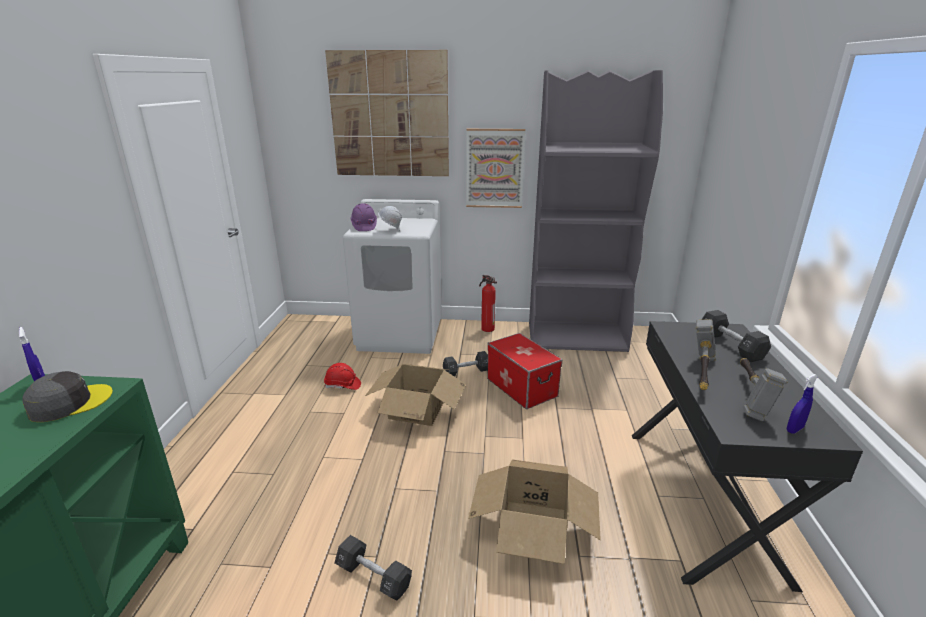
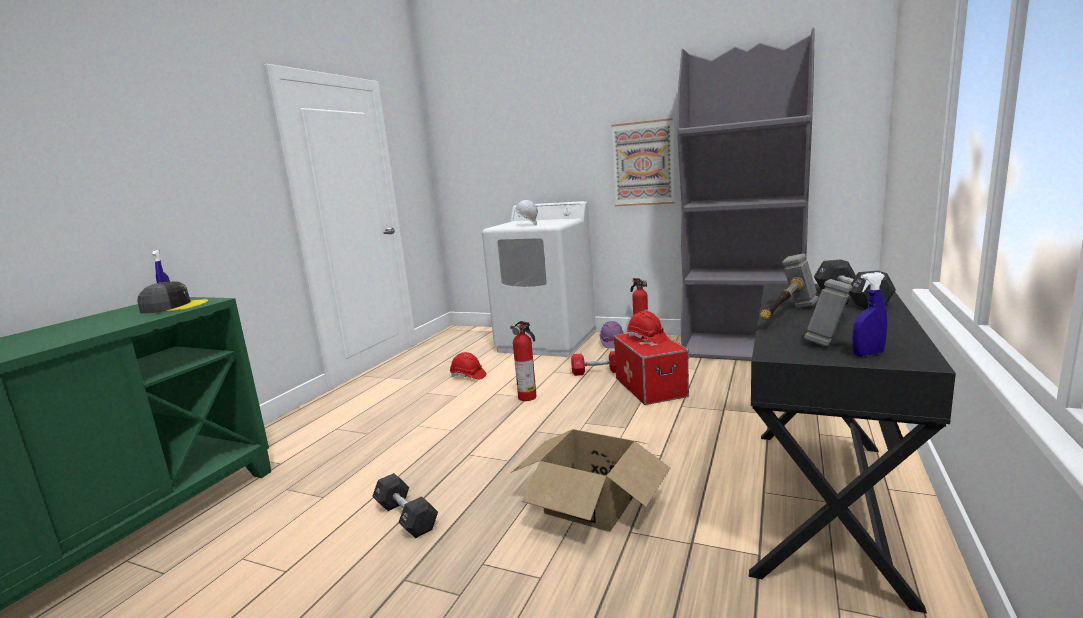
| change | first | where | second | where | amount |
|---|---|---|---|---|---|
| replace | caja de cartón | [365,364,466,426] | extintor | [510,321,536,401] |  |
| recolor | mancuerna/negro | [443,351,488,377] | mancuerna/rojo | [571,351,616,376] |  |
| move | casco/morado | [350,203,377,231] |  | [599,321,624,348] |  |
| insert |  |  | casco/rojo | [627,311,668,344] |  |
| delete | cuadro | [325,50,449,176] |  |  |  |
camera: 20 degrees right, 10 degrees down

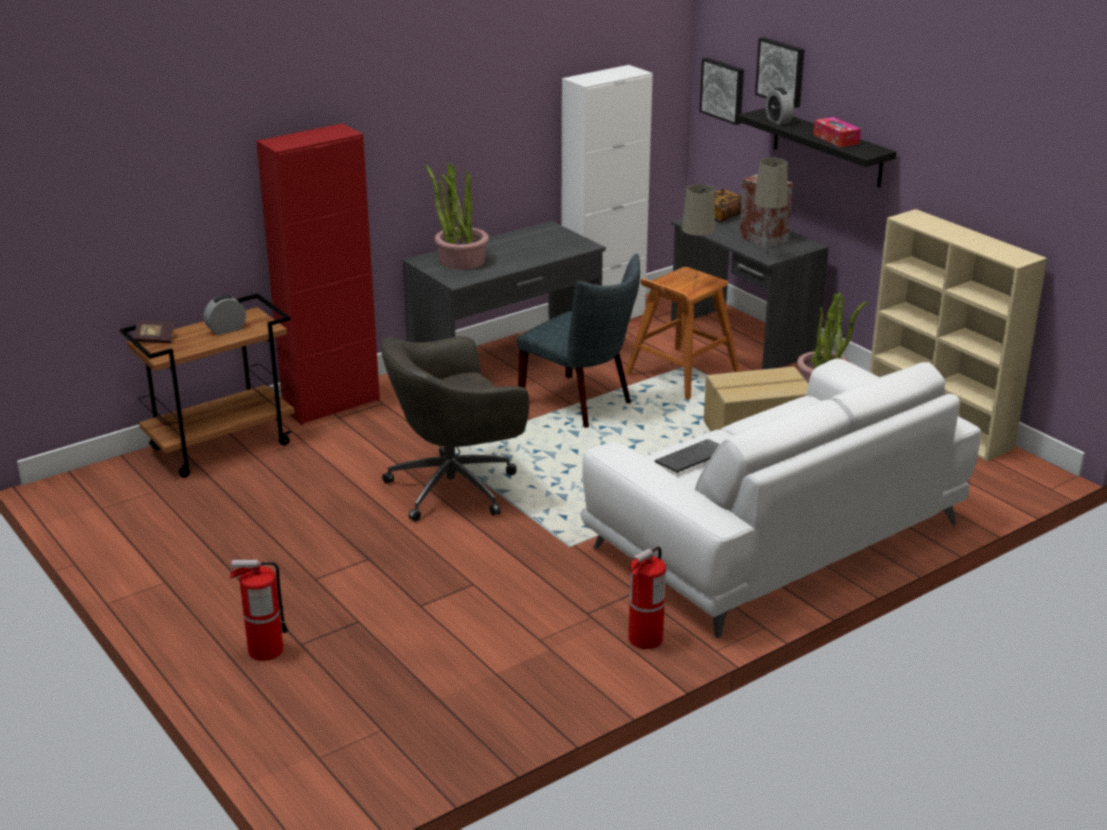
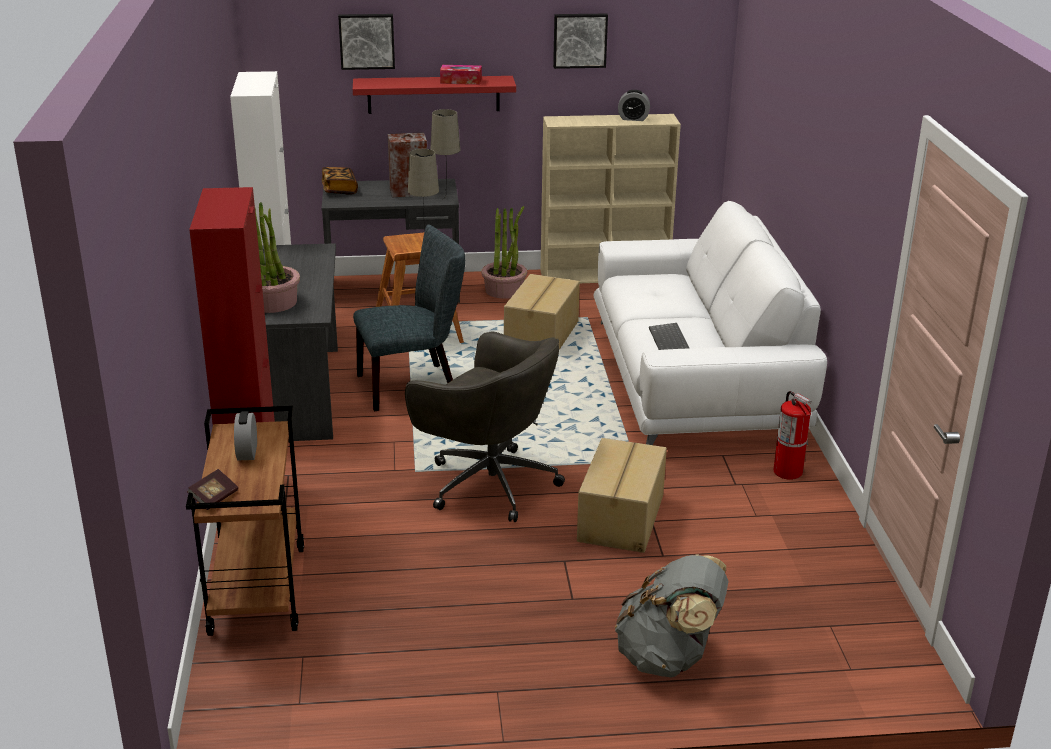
| change | first | where | second | where | amount |
|---|---|---|---|---|---|
| recolor | estante/negro | [737,108,897,188] | estante/rojo | [353,76,516,114] |  |
| rotate | silla de oficina/gris | [381,336,529,522] |  | [405,332,565,522] | 60 degrees counterclockwise |
| move | cuadro | [699,58,744,125] |  | [553,14,608,69] |  |
| insert |  |  | caja de cartón | [577,438,667,553] |  |
| replace | extintor | [230,560,289,661] | mochila/gris | [615,554,729,677] |  |
| move | despertador | [766,88,794,125] |  | [618,90,650,121] |  |
camera: 60 degrees left, 0 degrees up

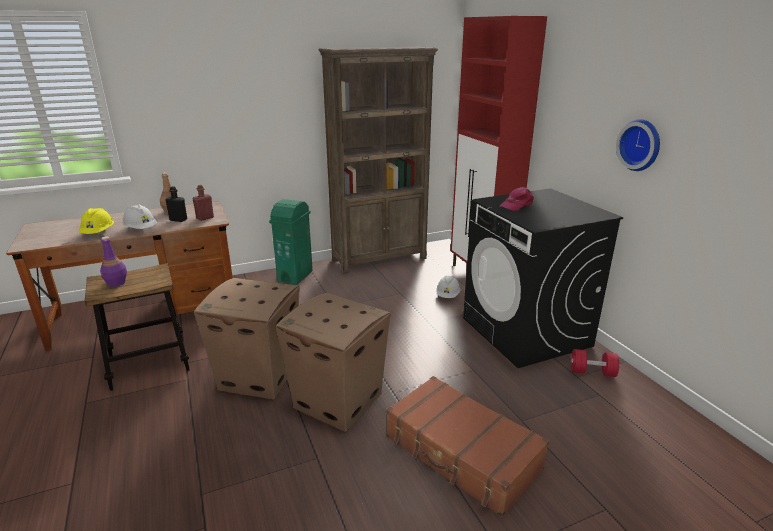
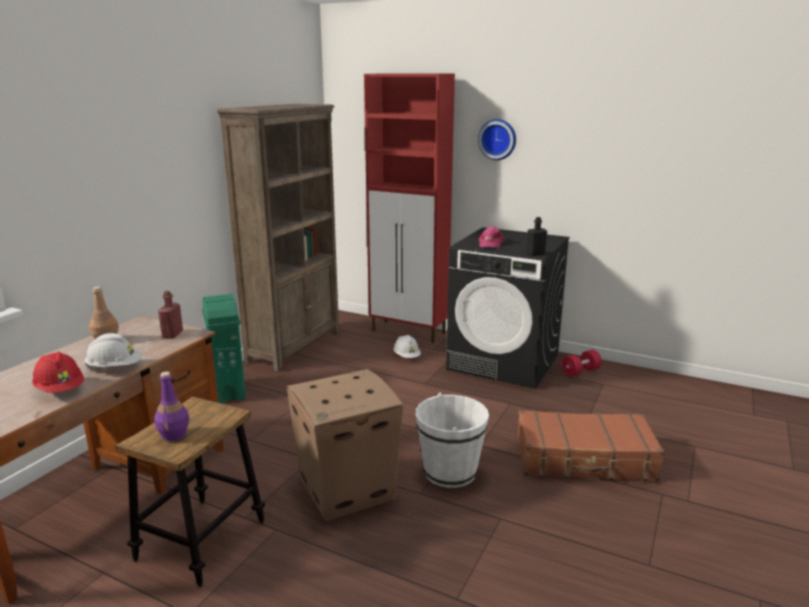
| change | first | where | second | where | amount |
|---|---|---|---|---|---|
| recolor | casco/amarillo | [79,208,114,234] | casco/rojo | [32,352,84,393] |  |
| replace | caja de cartón | [276,292,391,432] | cubo/blanco | [415,393,489,488] |  |
| move | reloj de pared | [616,119,660,171] |  | [478,119,516,160] |  |
| move | botella/negro | [165,186,187,222] |  | [526,217,547,256] |  |
camera: 40 degrees left, 5 degrees down

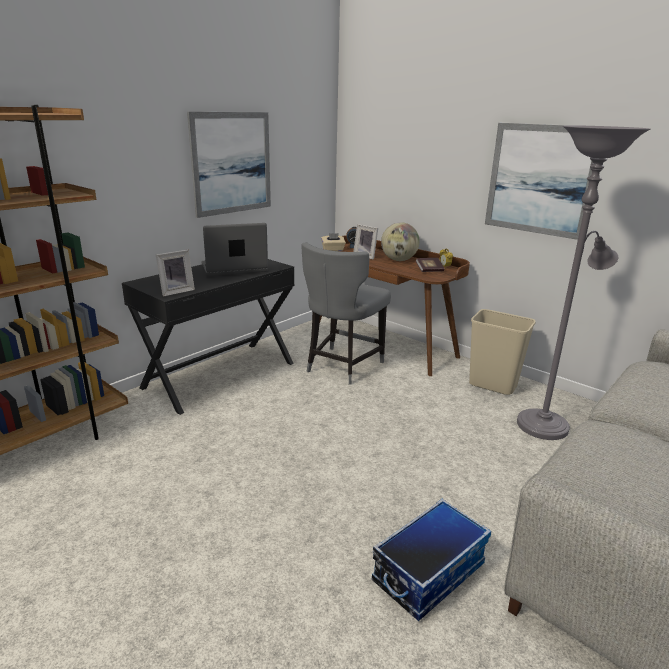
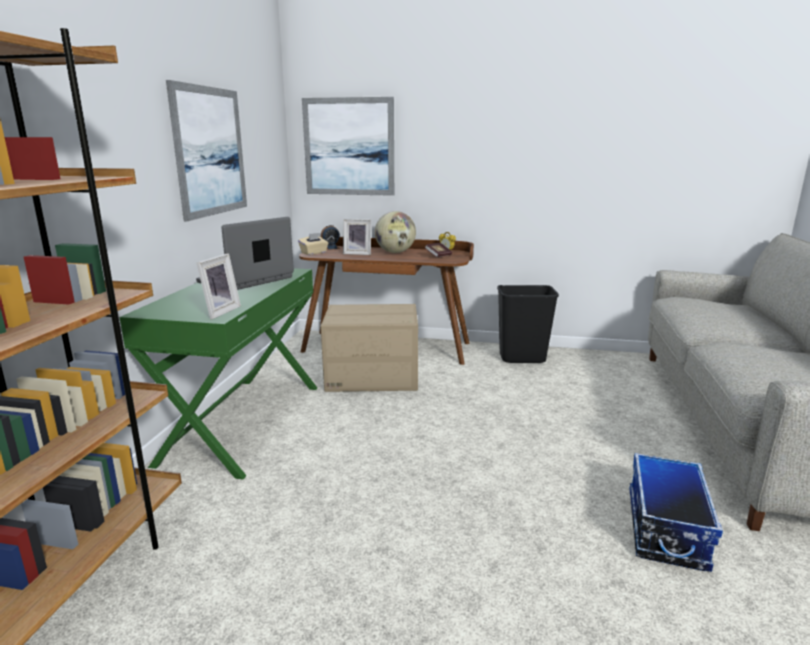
| change | first | where | second | where | amount |
|---|---|---|---|---|---|
| recolor | escritorio/negro | [122,259,294,415] | escritorio/verde | [119,268,317,480] |  |
| move | cuadro | [485,123,592,240] |  | [302,97,394,196] |  |
| replace | silla/gris | [301,242,391,385] | caja de cartón | [320,304,418,392] |  |
| recolor | papelera/beis | [469,309,536,395] | papelera/negro | [497,285,559,363] |  |
| delete | lámpara de pie/gris | [517,125,650,440] |  |  |  |
camera: 30 degrees left, 5 degrees down

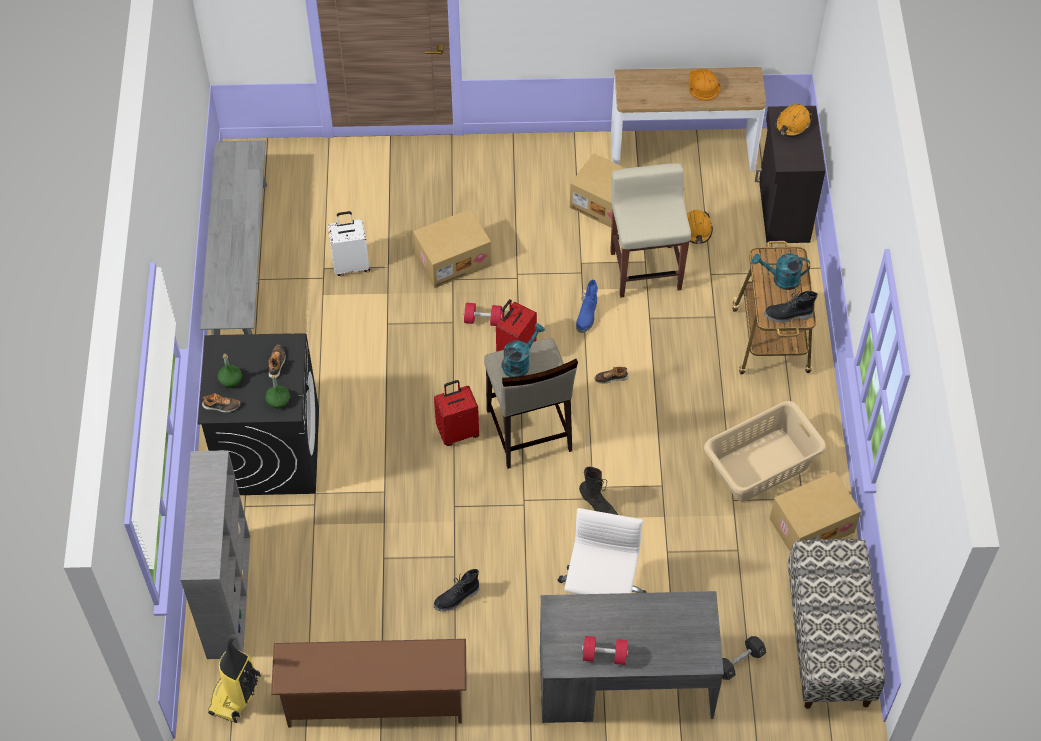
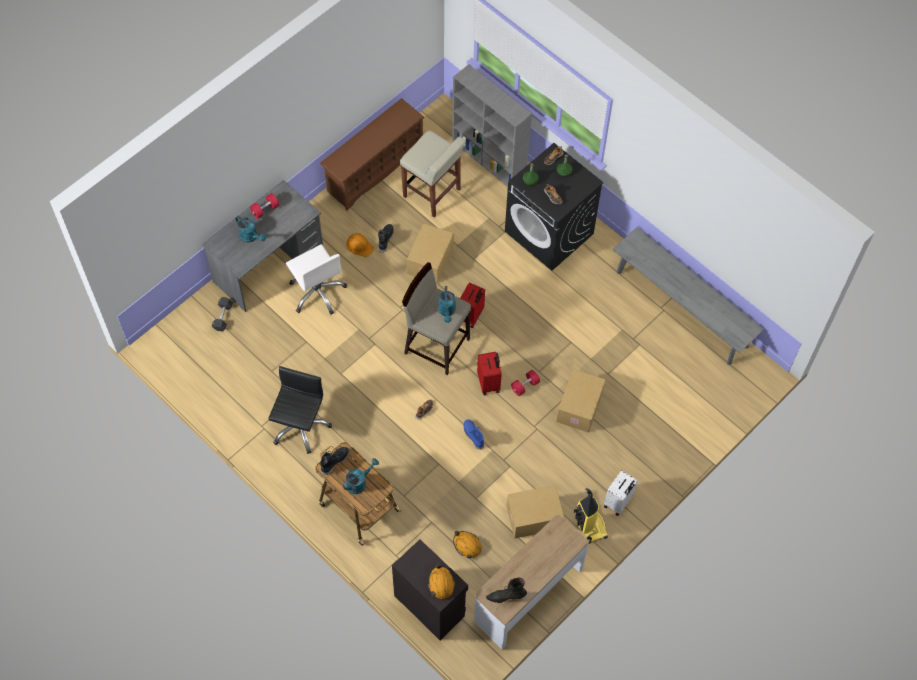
| change | first | where | second | where | amount |
|---|---|---|---|---|---|
| insert |  |  | regadera/turquesa | [235,216,266,243] |  |
| replace | cesto de la ropa/beis | [704,401,826,502] | silla de oficina/negro | [268,366,332,454] |  |
| move | casco/naranja | [689,69,721,101] |  | [346,233,374,257] |  |
| move | taburete/beis | [610,163,691,298] |  | [400,130,465,217] |  |
| move | caja de cartón | [770,472,861,551] |  | [407,223,454,284] |  |
| move | bota/negro | [579,467,618,515] |  | [486,578,527,603] |  |
| move | aspiradora | [208,633,261,723] |  | [574,488,608,544] |  |
| move | maleta/blanco | [328,211,370,276] |  | [604,470,638,516] |  |
| delete | banco | [787,539,885,709] |  |  |  |
camera: 135 degrees right, 5 degrees up

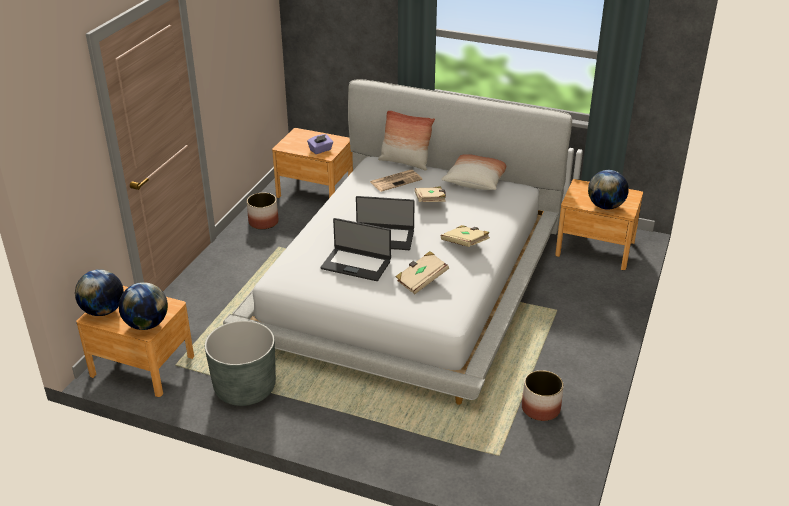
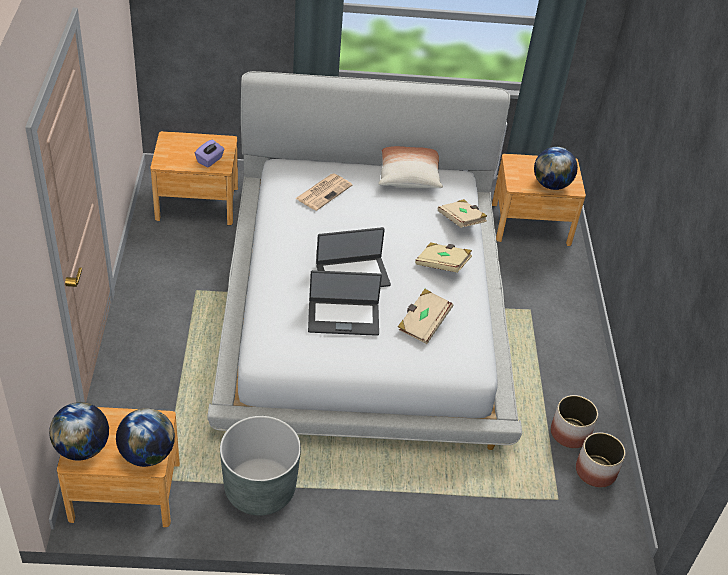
| change | first | where | second | where | amount |
|---|---|---|---|---|---|
| move | libro/beis | [415,186,446,202] |  | [438,199,487,228] |  |
| move | maceta | [247,192,278,229] |  | [576,432,625,487] |  |
| delete | cojín | [378,111,435,171] |  |  |  |
camera: 25 degrees left, 10 degrees up

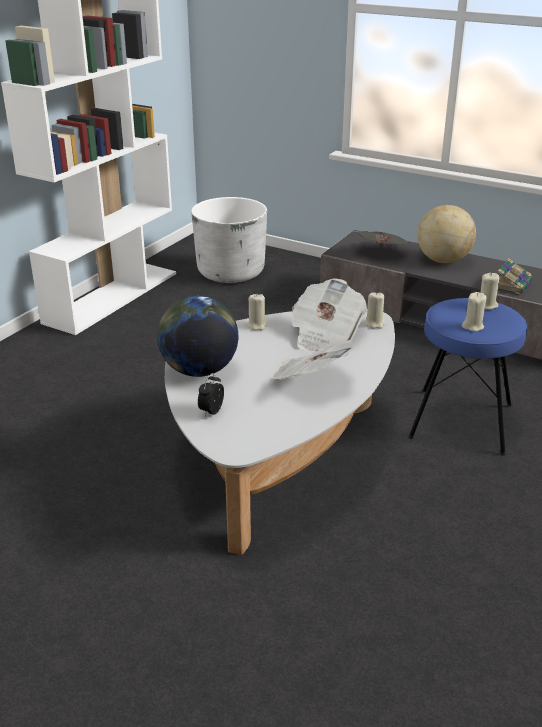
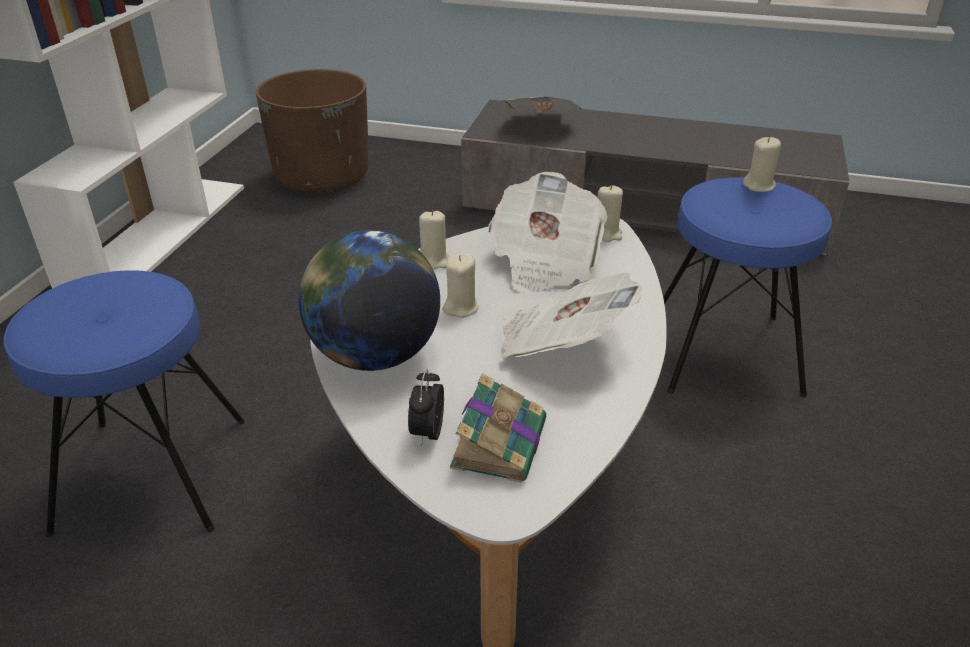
| change | first | where | second | where | amount |
|---|---|---|---|---|---|
| insert |  |  | taburete/azul | [4,270,245,537] |  |
| recolor | maceta/blanco | [191,197,267,283] | maceta/marrón | [256,69,369,193] |  |
| move | vela/beis | [462,292,486,331] |  | [443,253,479,318] |  |
| move | libro | [497,258,533,294] |  | [450,373,546,483] |  |
| delete | globo terráqueo | [417,205,476,263] |  |  |  |
camera: 15 degrees left, 5 degrees up

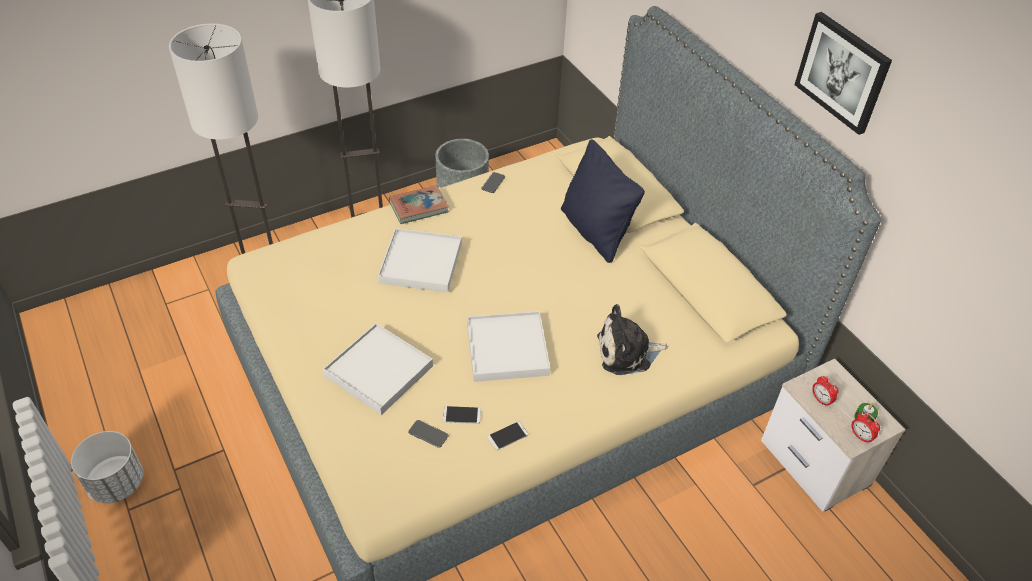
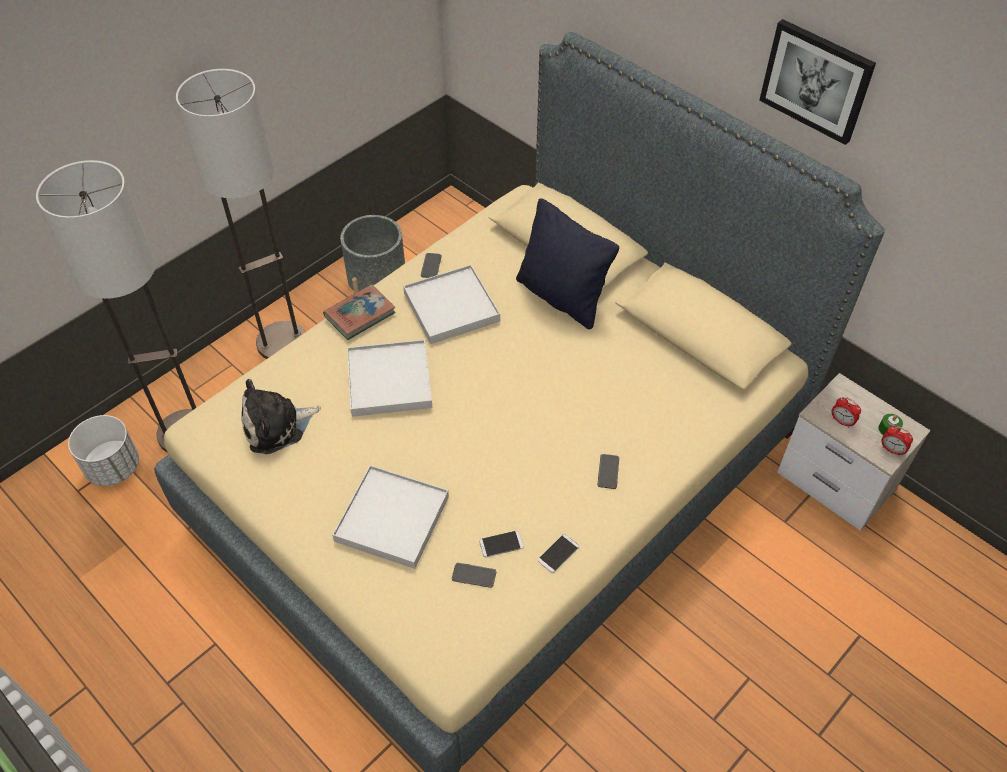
| change | first | where | second | where | amount |
|---|---|---|---|---|---|
| move | maceta/blanco | [71,431,143,504] |  | [68,415,139,486] |  |
| move | peluche | [597,304,668,375] |  | [241,379,321,454] |  |
| move | bandeja/blanco | [467,311,550,382] |  | [403,265,500,344] |  |
| insert |  |  | móvil | [598,454,619,489] |  |
camera: 15 degrees left, 5 degrees up

